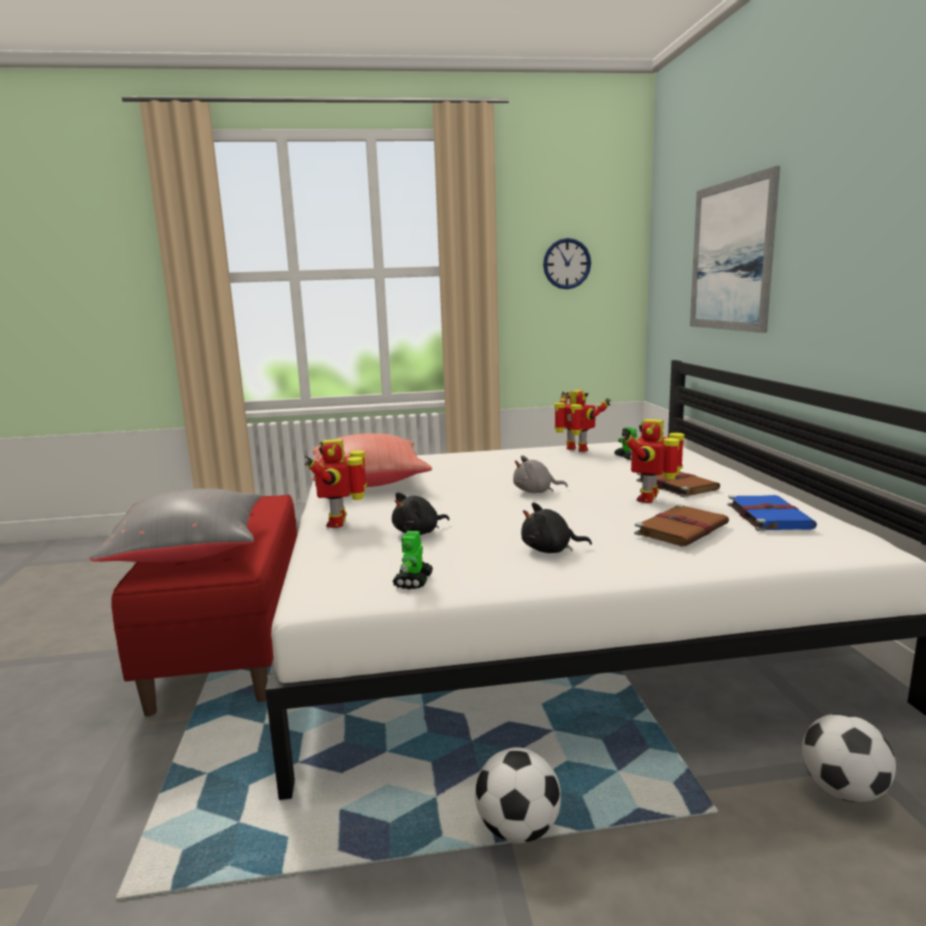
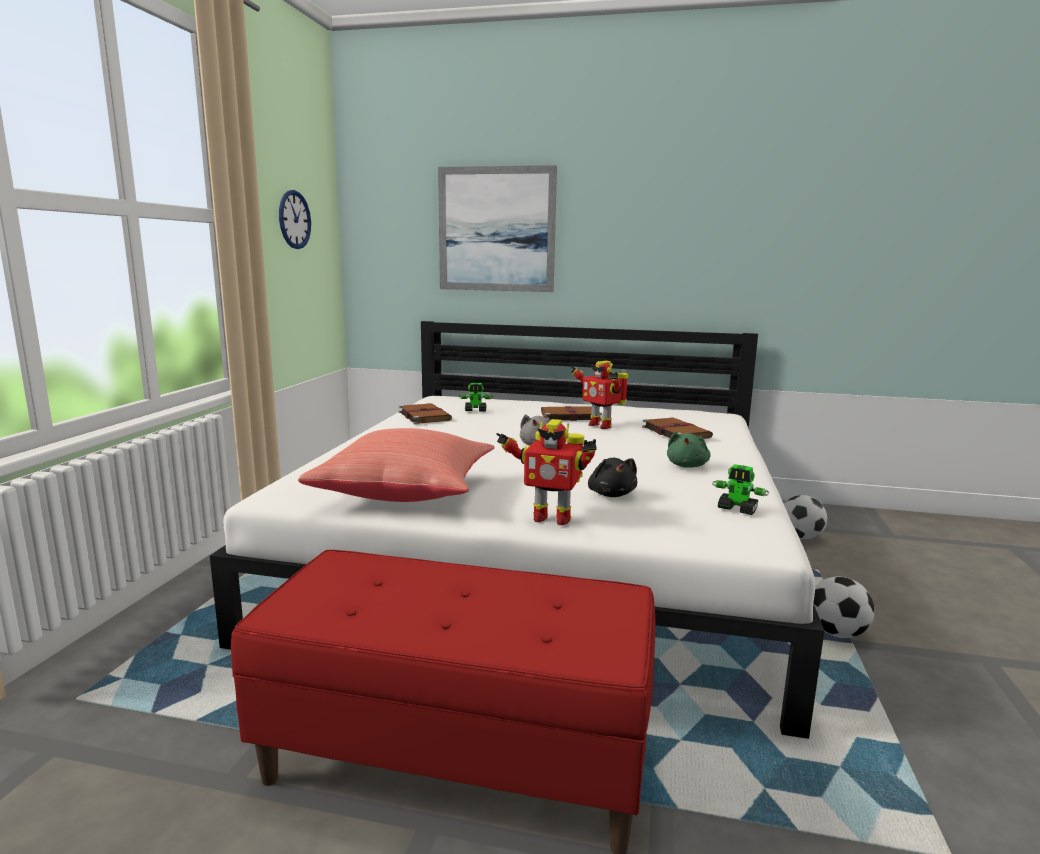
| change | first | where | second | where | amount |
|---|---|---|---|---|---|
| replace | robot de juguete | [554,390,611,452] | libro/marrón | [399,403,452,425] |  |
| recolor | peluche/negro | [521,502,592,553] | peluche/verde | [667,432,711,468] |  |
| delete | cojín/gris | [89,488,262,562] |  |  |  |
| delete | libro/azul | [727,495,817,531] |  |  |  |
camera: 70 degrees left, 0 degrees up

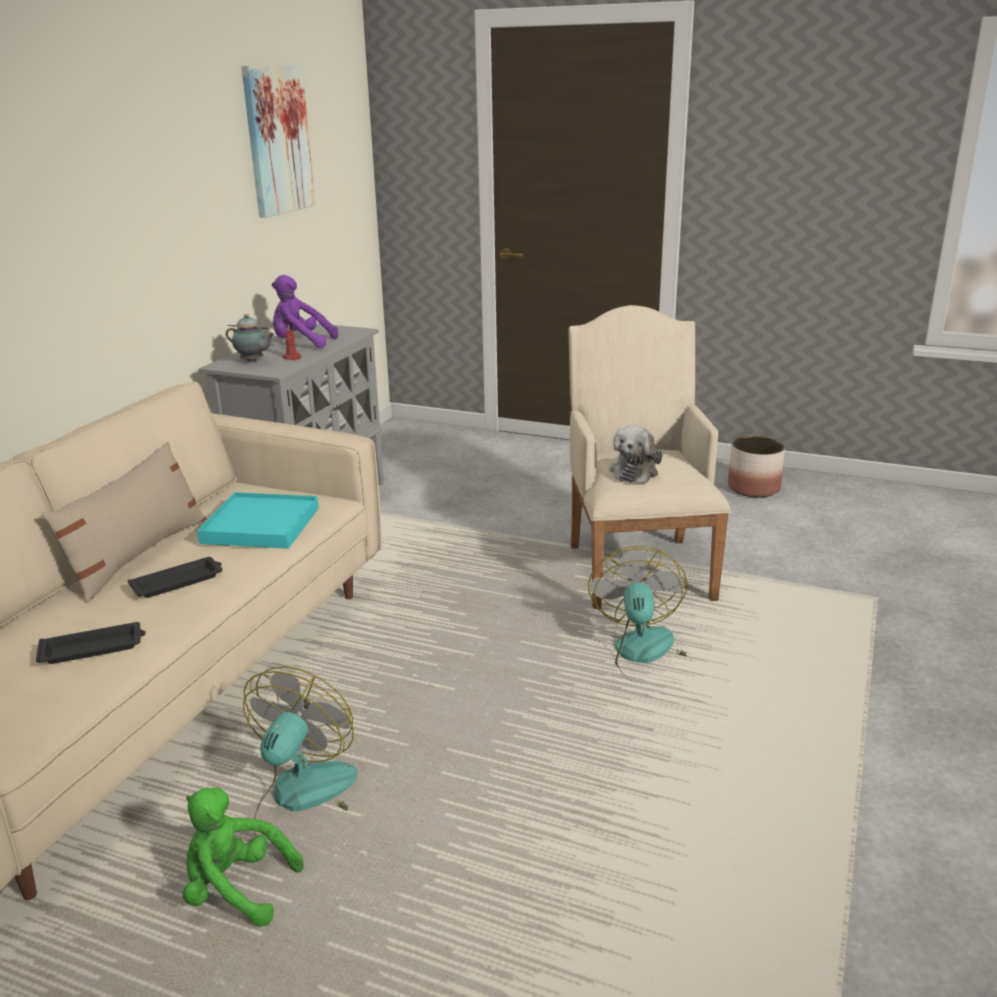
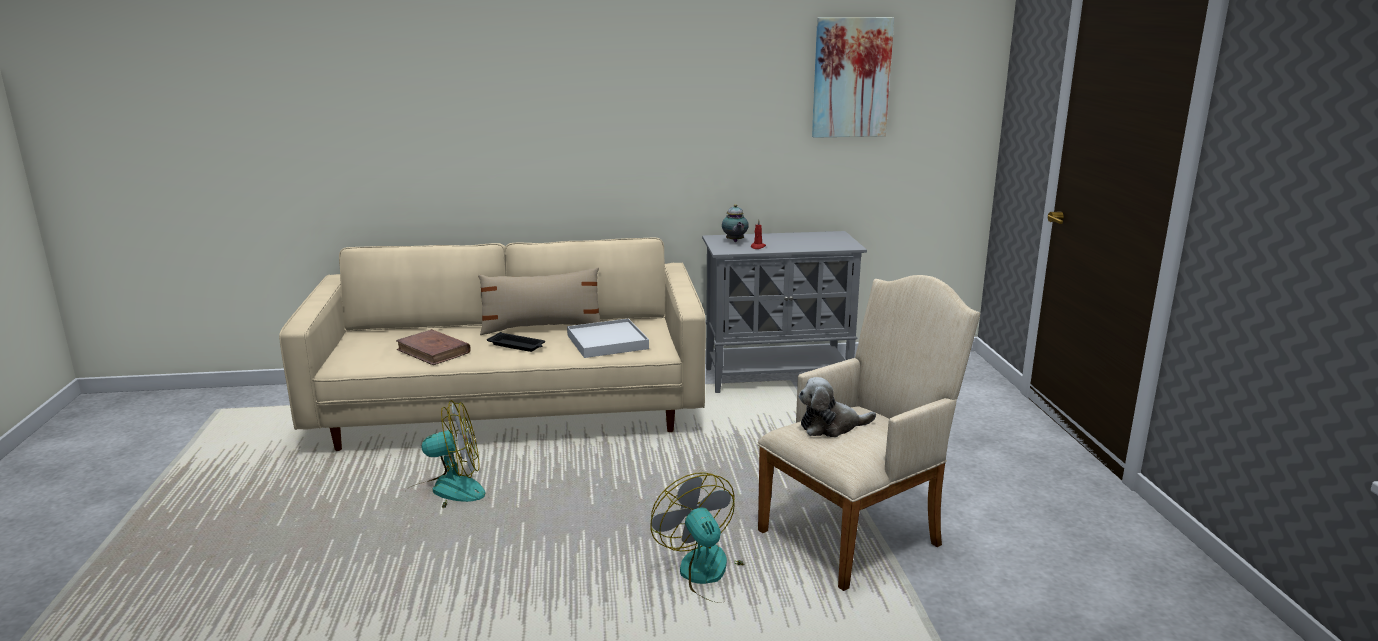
| change | first | where | second | where | amount |
|---|---|---|---|---|---|
| replace | bandeja/negro | [36,622,146,664] | libro/marrón | [396,329,471,365] |  |
| recolor | bandeja/turquesa | [197,492,319,549] | bandeja/blanco | [567,318,649,358] |  |
| rotate | ventilador | [588,546,687,684] |  | [650,472,745,603] | 90 degrees counterclockwise |
| delete | peluche/verde | [182,787,304,927] |  |  |  |
| delete | peluche/morado | [272,275,338,348] |  |  |  |
| delete | maceta | [728,436,785,498] |  |  |  |
camera: 60 degrees right, 5 degrees down

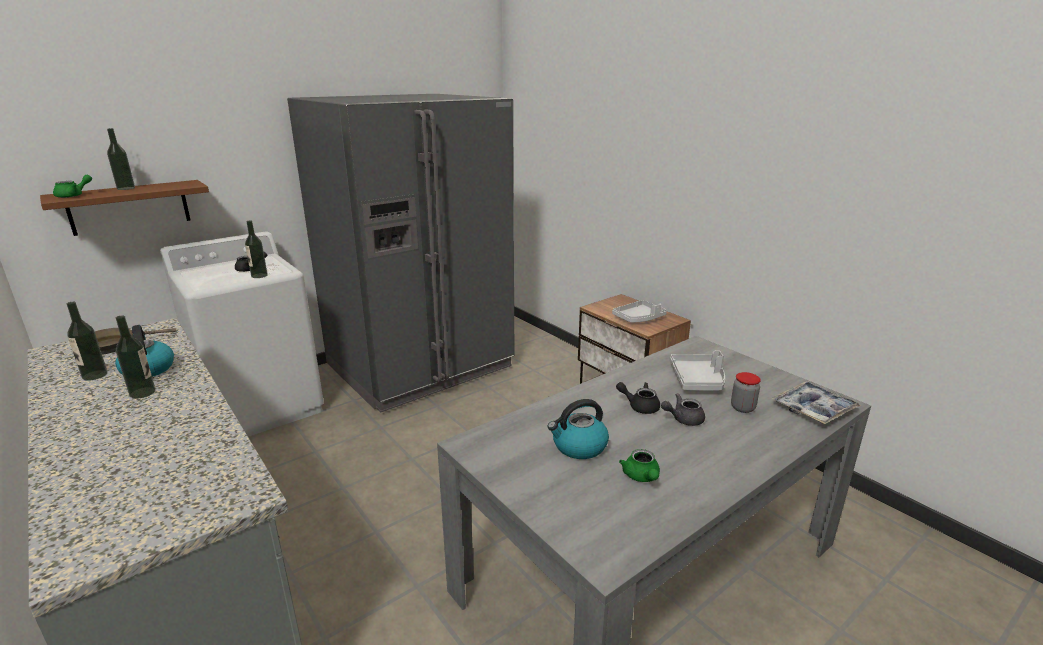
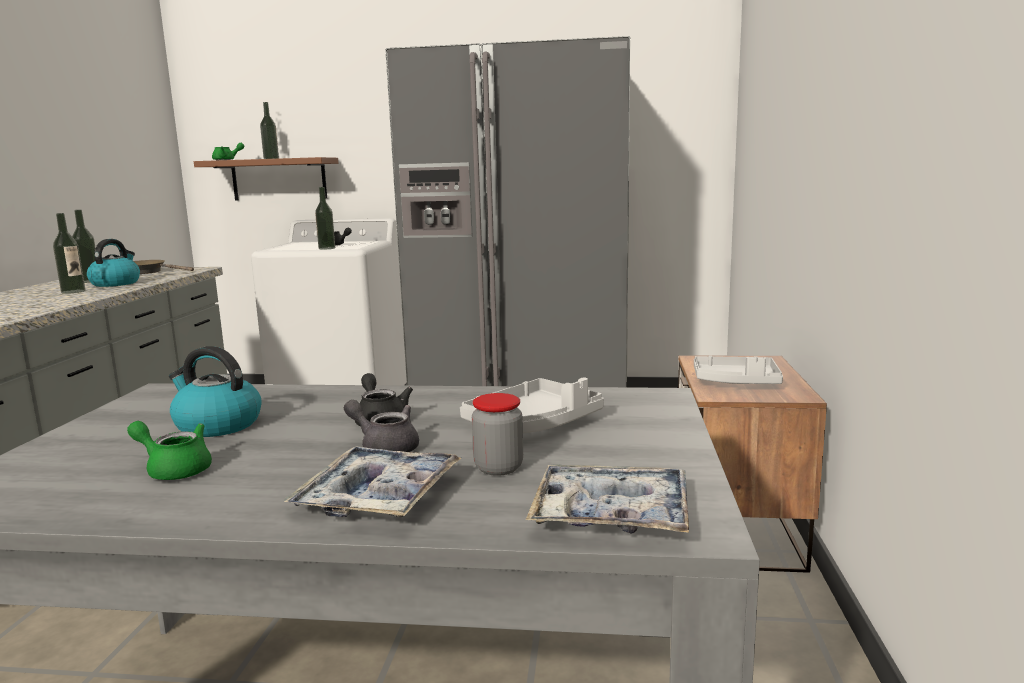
| change | first | where | second | where | amount |
|---|---|---|---|---|---|
| rotate | tetera/verde | [619,449,660,482] |  | [127,421,212,480] | 75 degrees clockwise |
| insert |  |  | bandeja | [284,446,461,517] |  |
camera: 45 degrees right, 10 degrees down

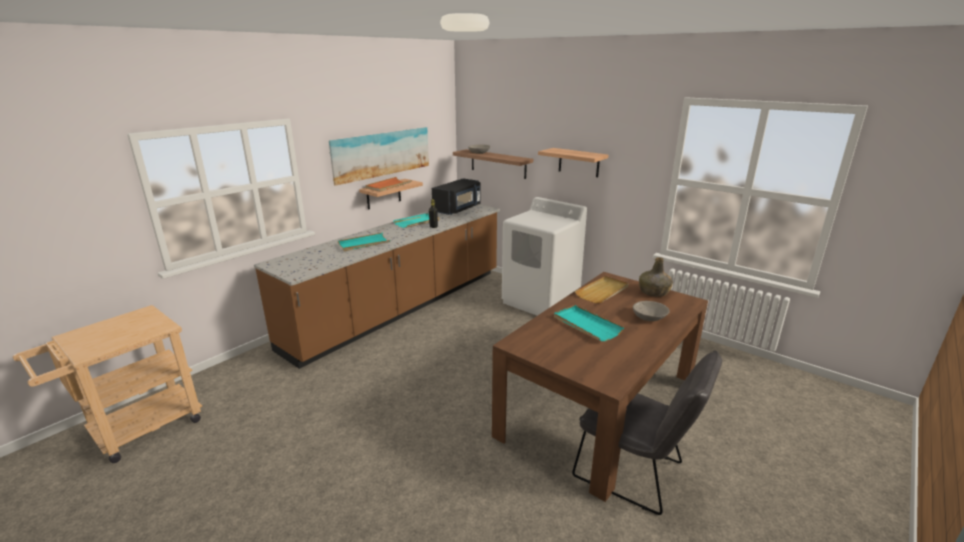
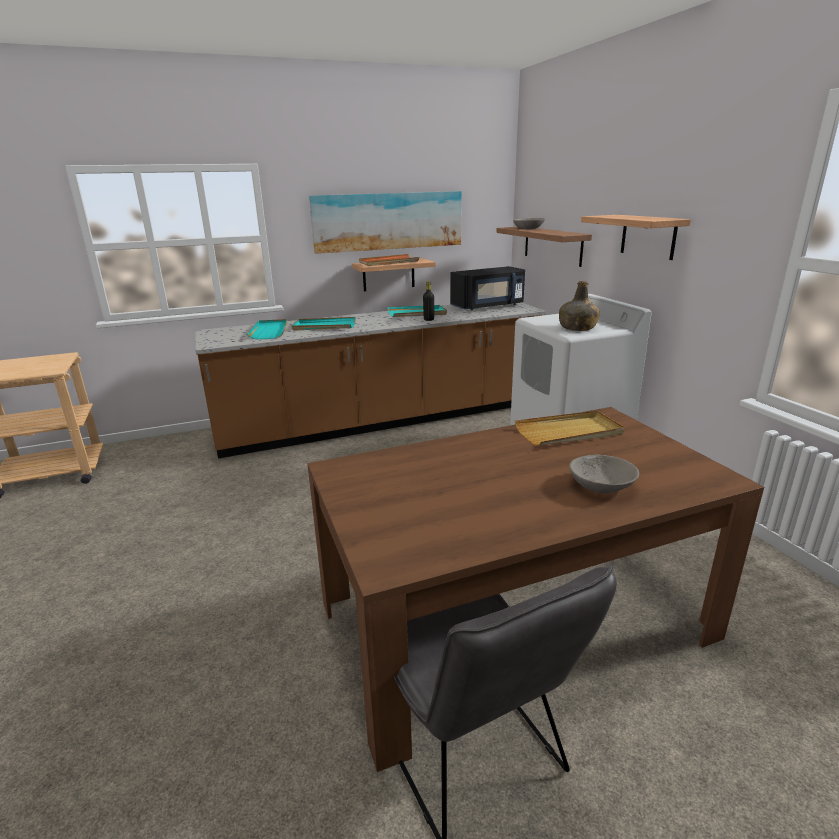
| change | first | where | second | where | amount |
|---|---|---|---|---|---|
| move | bandeja/turquesa | [554,305,624,341] |  | [247,319,288,339] |  |
| move | botella/verde | [639,257,673,297] |  | [559,281,600,331] |  |
camera: 30 degrees right, 0 degrees up

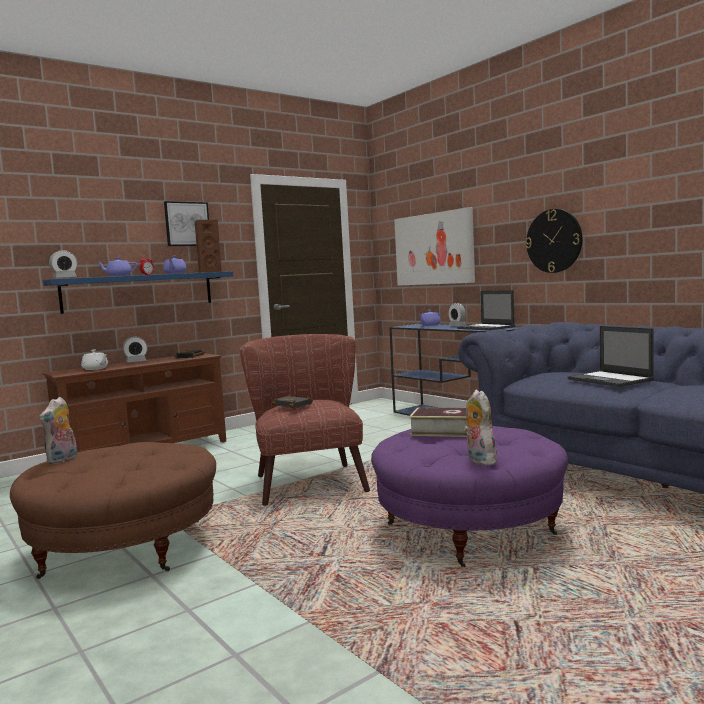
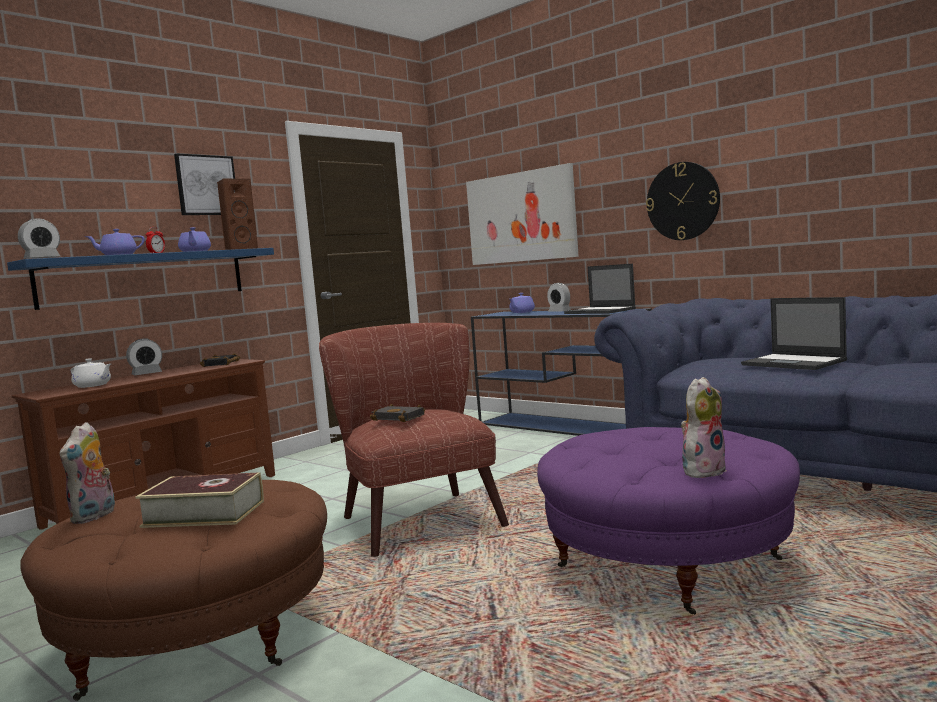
| change | first | where | second | where | amount |
|---|---|---|---|---|---|
| move | libro | [409,408,467,437] |  | [136,472,264,528] |  |
| rotate | peluche | [463,390,500,465] |  | [681,377,727,478] | 75 degrees clockwise |
camera: 10 degrees left, 0 degrees up

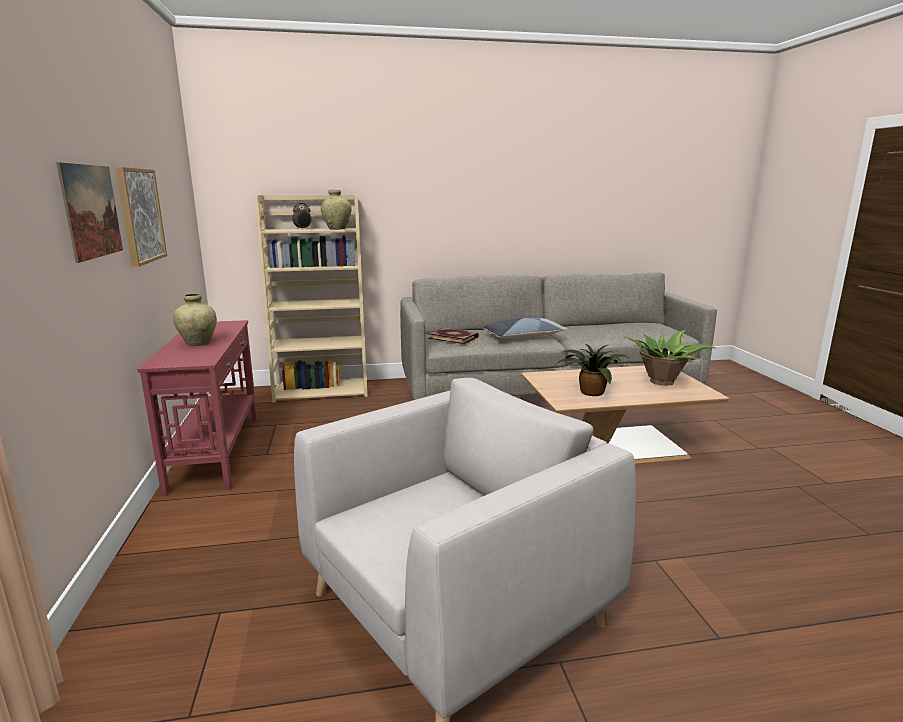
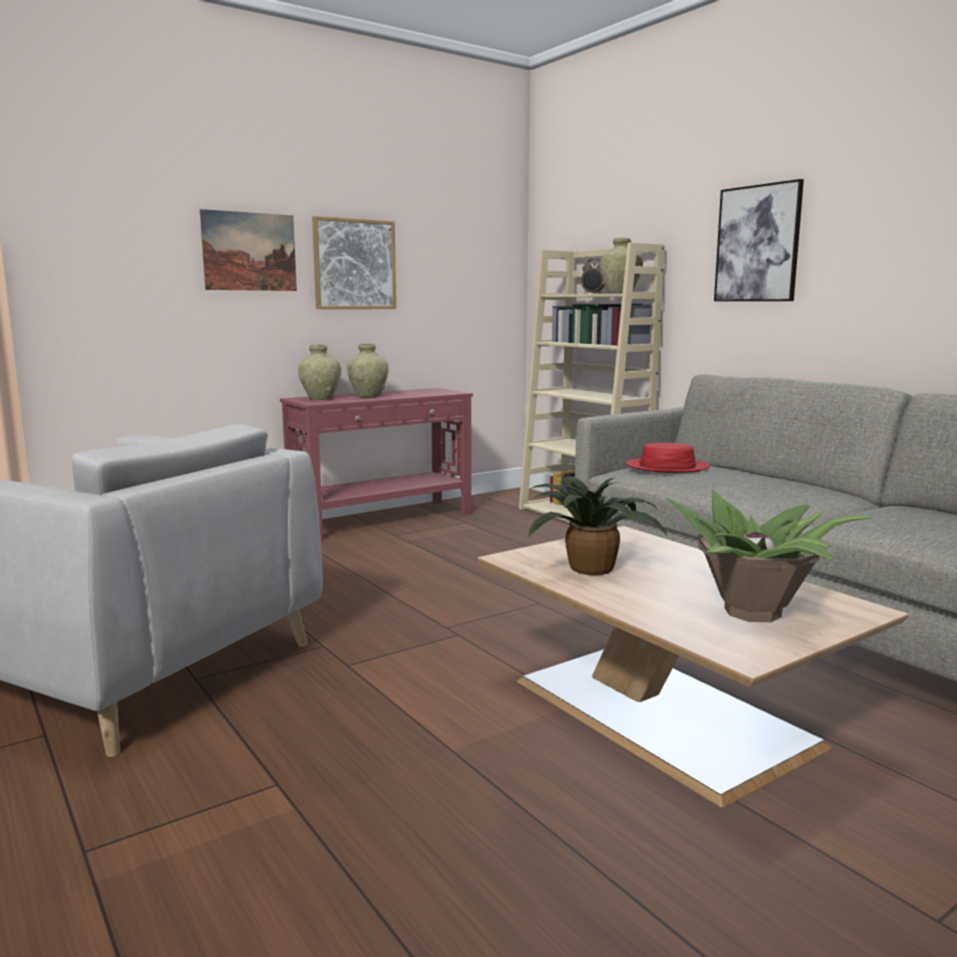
| change | first | where | second | where | amount |
|---|---|---|---|---|---|
| insert |  |  | florero/beis | [298,345,341,400] |  |
| replace | libro | [428,328,479,344] | sombrero/rojo | [626,442,710,473] |  |
| insert |  |  | cuadro | [714,179,804,301] |  |
| delete | cojín | [482,318,567,339] |  |  |  |
camera: 65 degrees right, 5 degrees down

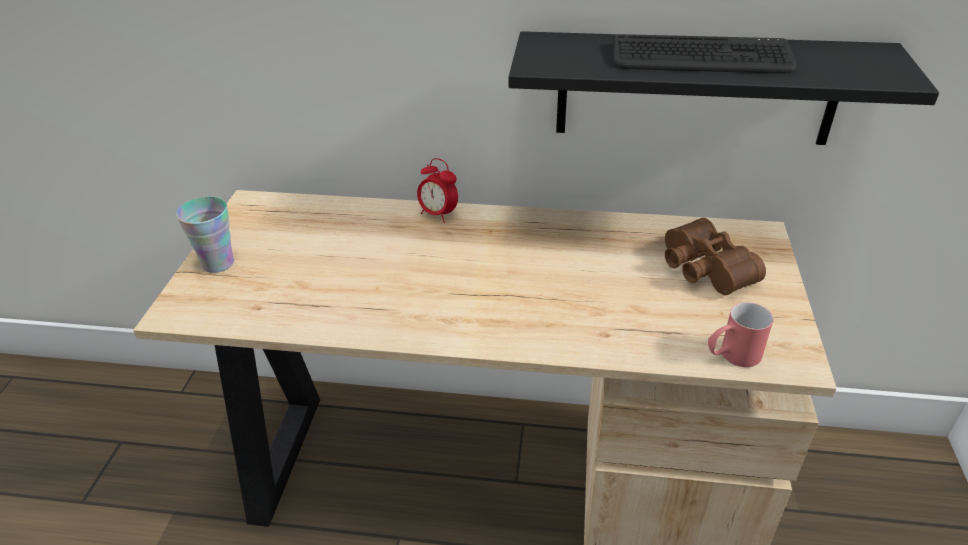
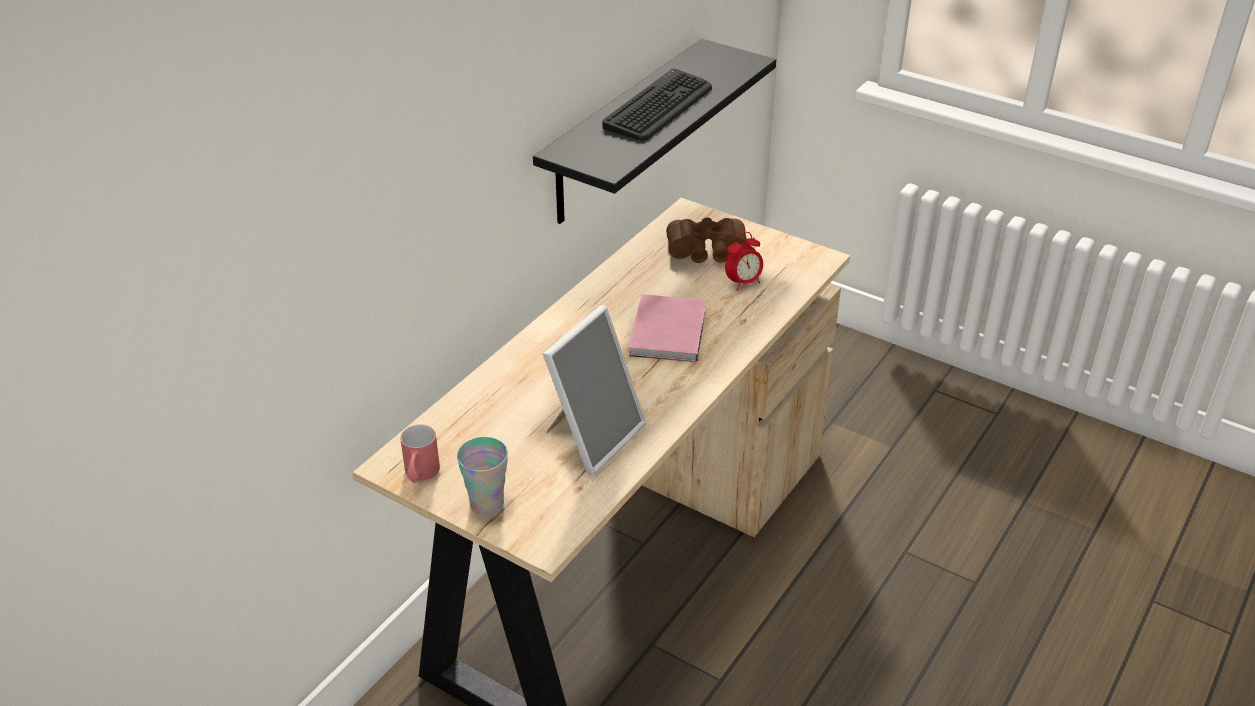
| change | first | where | second | where | amount |
|---|---|---|---|---|---|
| move | taza grande/rojo | [708,302,773,367] |  | [400,424,440,483] |  |
| insert |  |  | portarretratos | [543,305,646,475] |  |
| insert |  |  | libro/rosa | [628,294,707,363] |  |
| move | despertador | [417,158,458,223] |  | [725,232,763,291] |  |
camera: 65 degrees left, 0 degrees up

